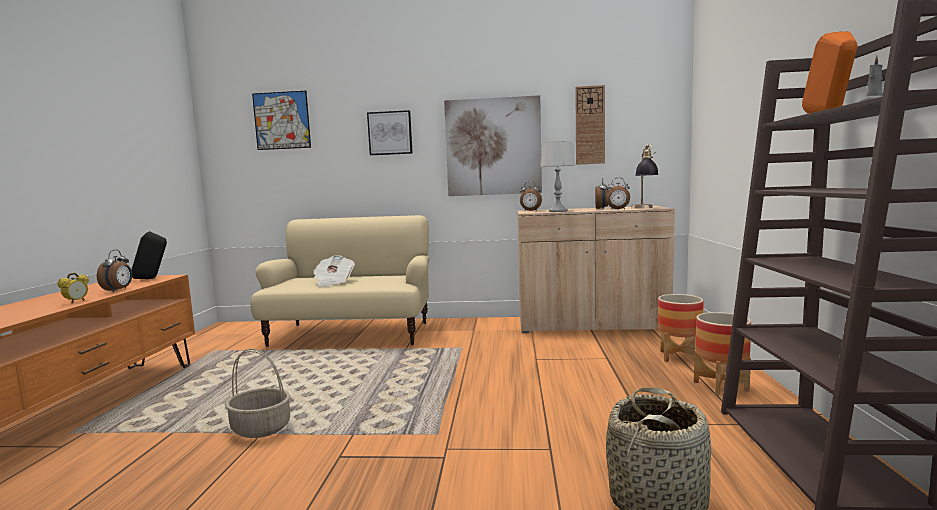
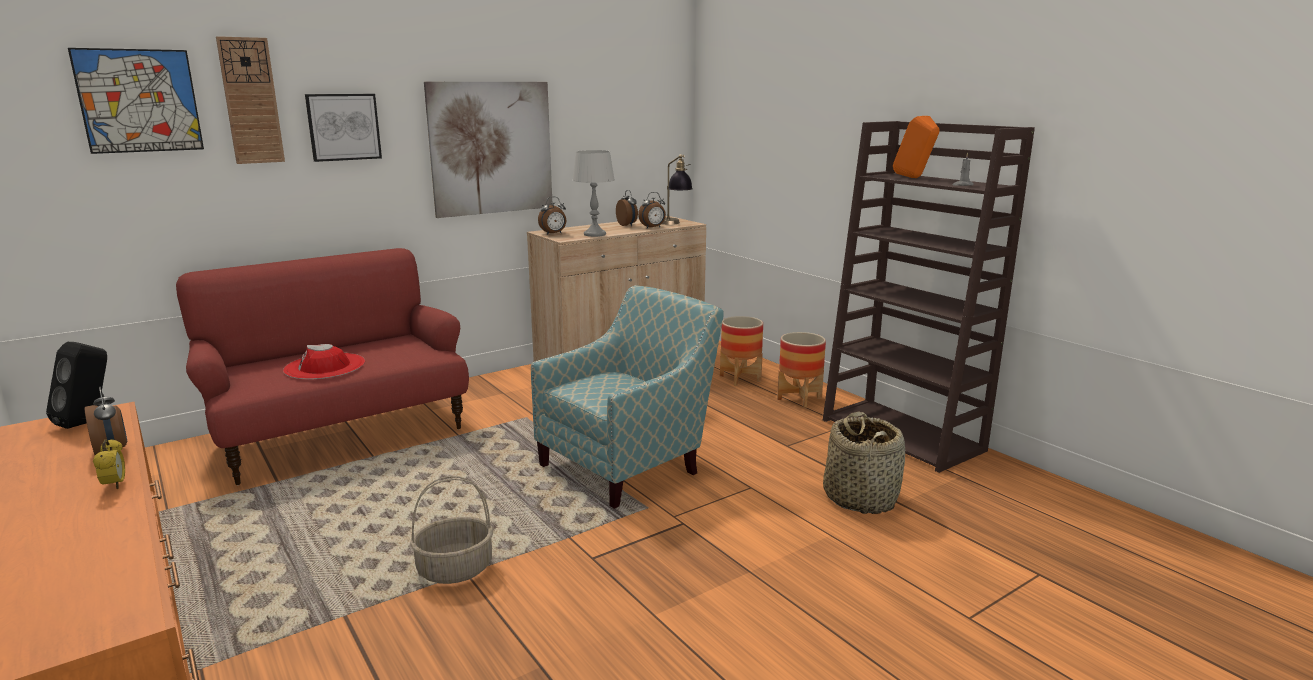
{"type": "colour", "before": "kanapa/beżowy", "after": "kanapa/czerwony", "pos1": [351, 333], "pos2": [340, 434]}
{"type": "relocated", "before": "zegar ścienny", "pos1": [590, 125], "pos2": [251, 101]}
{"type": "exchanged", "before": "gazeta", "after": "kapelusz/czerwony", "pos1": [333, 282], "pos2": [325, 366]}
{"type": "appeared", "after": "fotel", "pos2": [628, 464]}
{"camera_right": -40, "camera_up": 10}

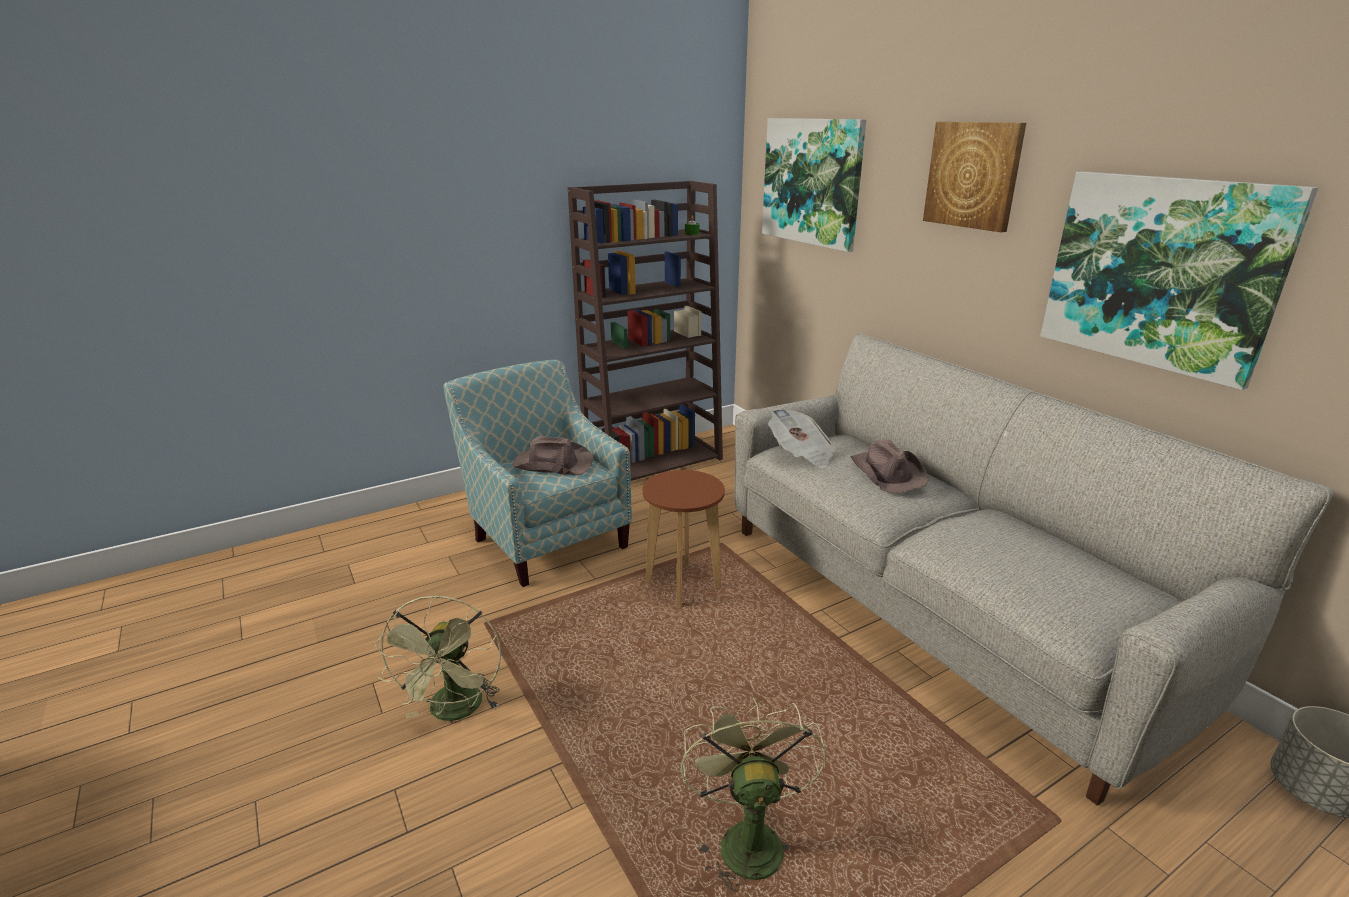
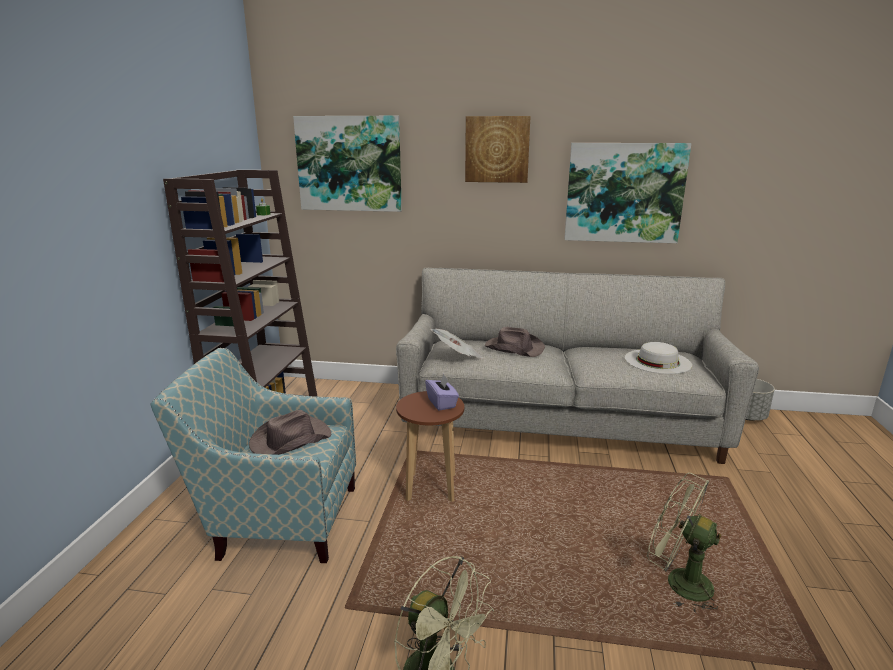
{"type": "appeared", "after": "pudełko chusteczek/fioletowy", "pos2": [442, 403]}
{"type": "appeared", "after": "kapelusz/biały", "pos2": [657, 361]}
{"camera_right": -50, "camera_up": -5}

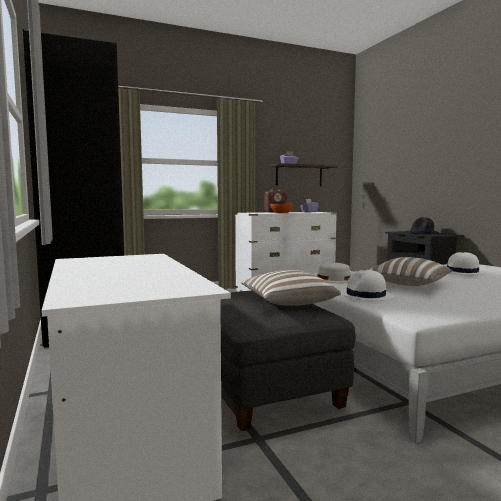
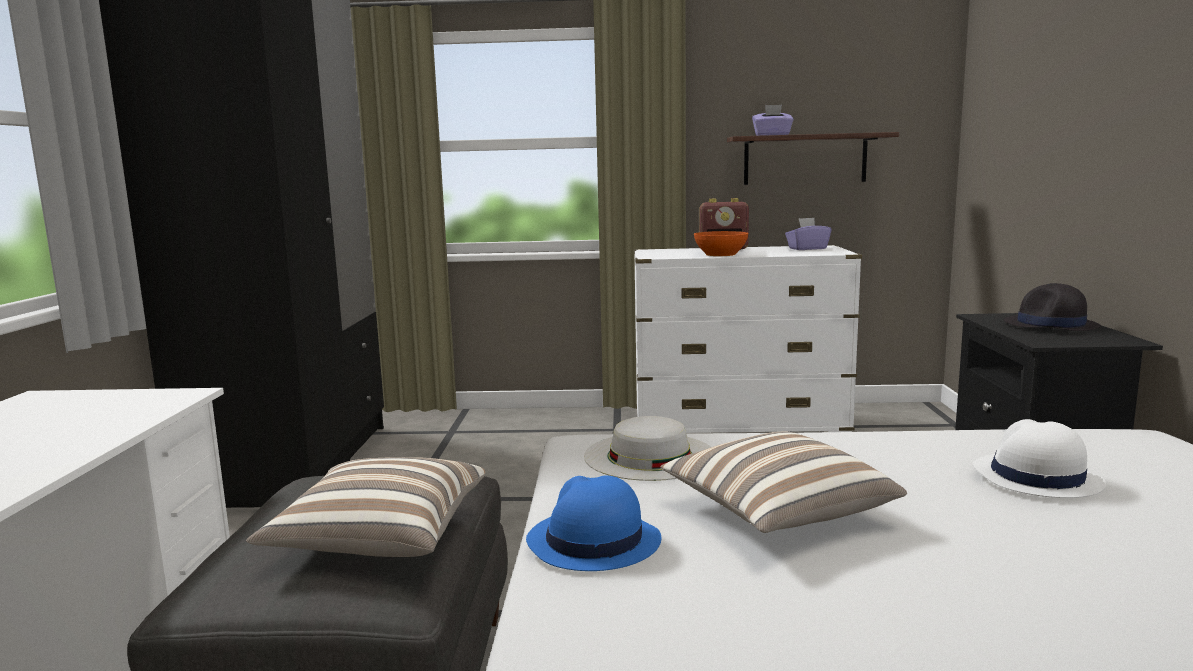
{"type": "colour", "before": "kapelusz/biały", "after": "kapelusz/niebieski", "pos1": [365, 296], "pos2": [593, 542]}
{"camera_right": 25, "camera_up": 5}

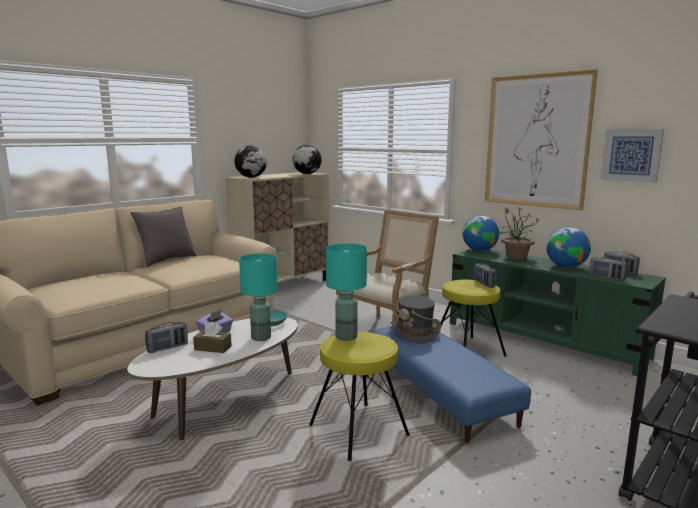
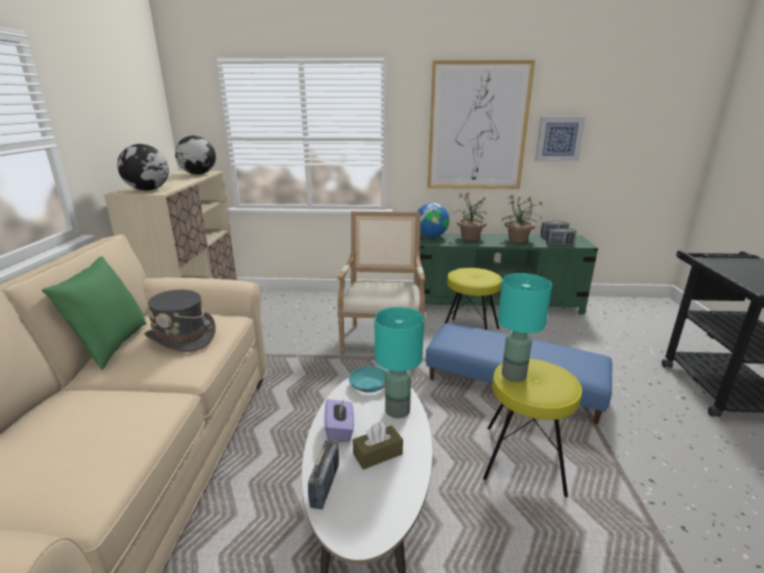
{"type": "colour", "before": "poduszka/szary", "after": "poduszka/zielony", "pos1": [166, 260], "pos2": [111, 346]}
{"type": "relocated", "before": "kapelusz/szary", "pos1": [415, 332], "pos2": [182, 337]}
{"type": "exchanged", "before": "globus", "after": "roślina doniczkowa", "pos1": [566, 267], "pos2": [518, 240]}
{"type": "missing", "before": "radio", "pos1": [484, 284]}
{"camera_right": -40, "camera_up": 10}

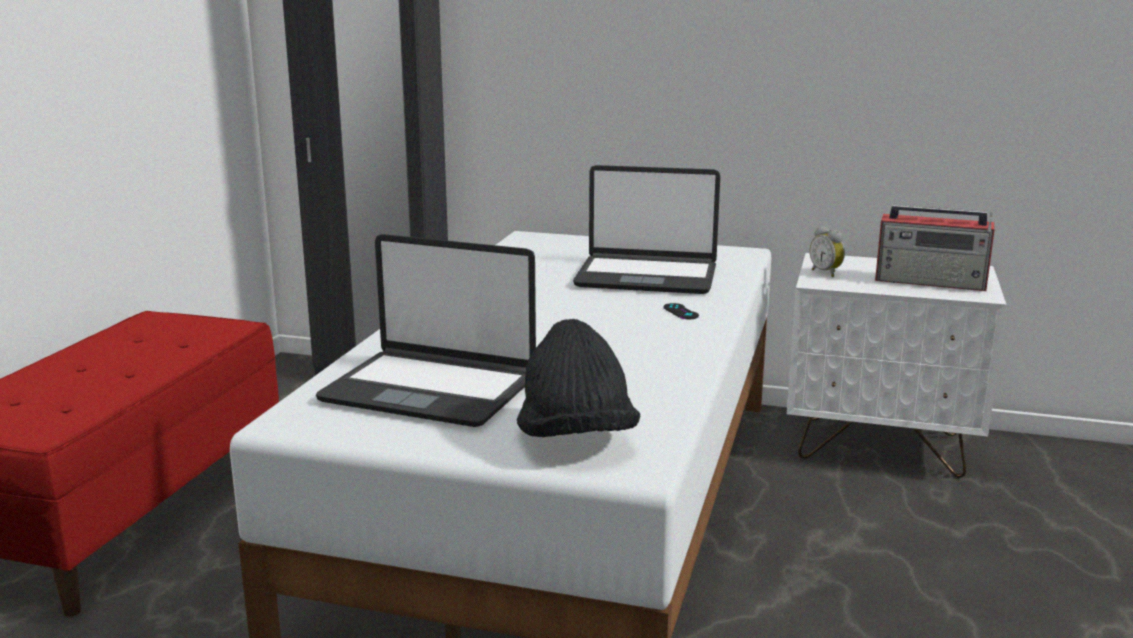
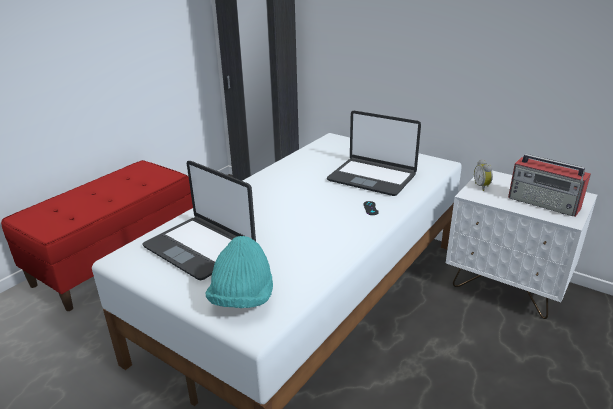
{"type": "colour", "before": "kapelusz/czarny", "after": "kapelusz/turkusowy", "pos1": [576, 439], "pos2": [242, 299]}
{"camera_right": 20, "camera_up": 10}

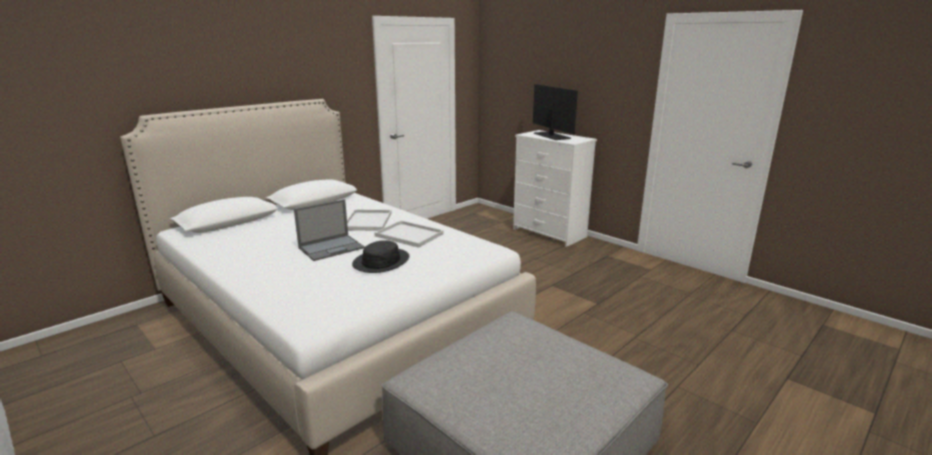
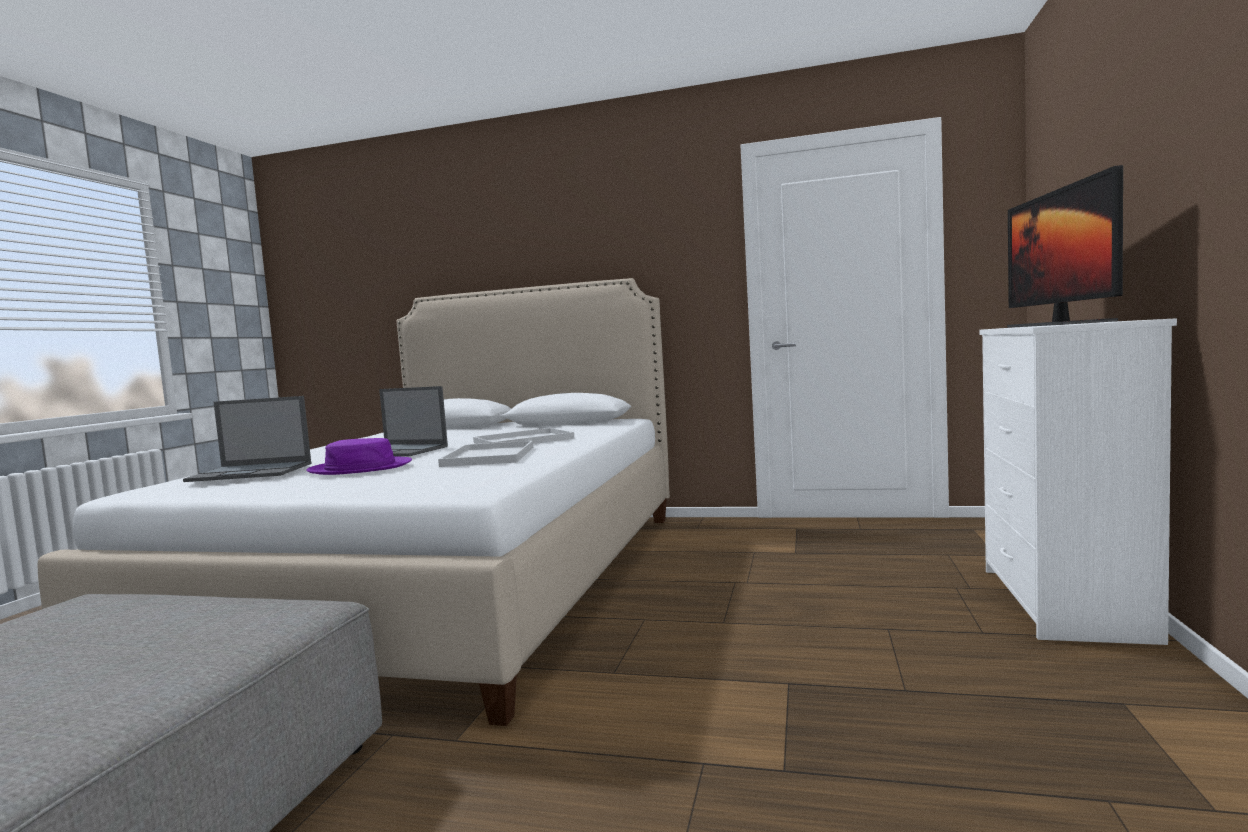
{"type": "appeared", "after": "laptop", "pos2": [252, 472]}
{"type": "colour", "before": "kapelusz/czarny", "after": "kapelusz/fioletowy", "pos1": [381, 261], "pos2": [360, 468]}
{"type": "spun", "before": "monitor", "pos1": [551, 136], "pos2": [1058, 324], "turn": 150}
{"camera_right": 60, "camera_up": -15}

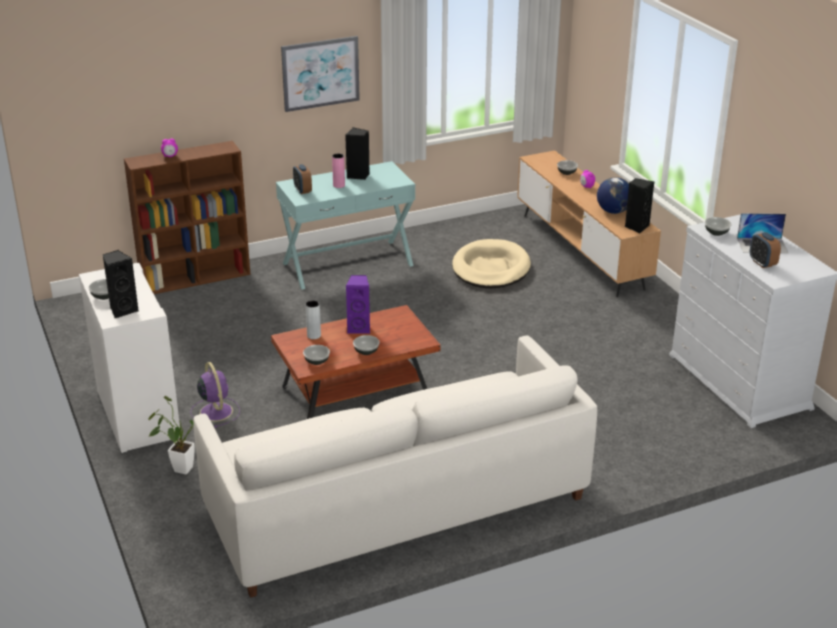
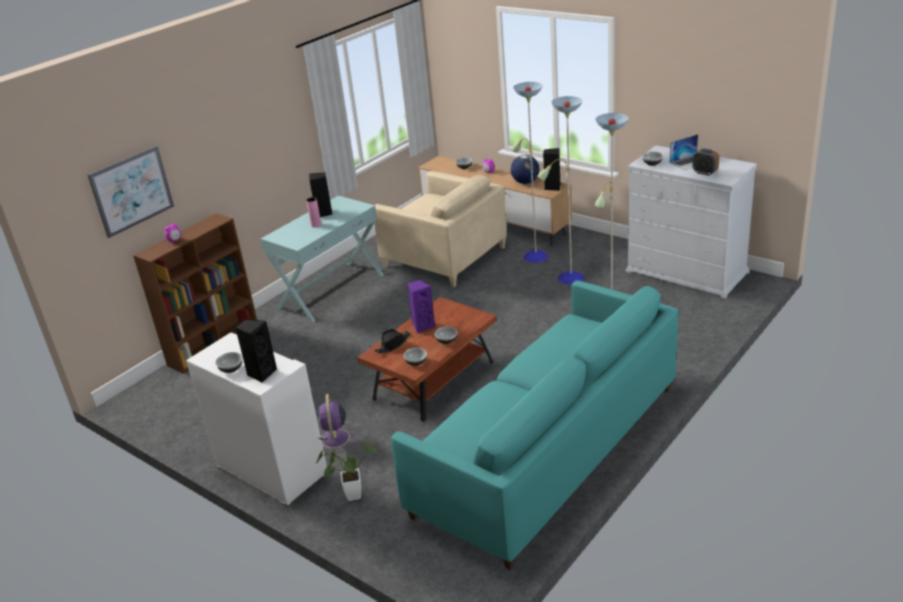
{"type": "relocated", "before": "obraz", "pos1": [320, 73], "pos2": [131, 191]}
{"type": "spun", "before": "wentylator/fioletowy", "pos1": [215, 411], "pos2": [335, 439], "turn": -135}
{"type": "exchanged", "before": "legowisko/beżowy", "after": "fotel/beżowy", "pos1": [491, 268], "pos2": [444, 257]}
{"type": "exchanged", "before": "wazon/szary", "after": "kapelusz/czarny", "pos1": [314, 335], "pos2": [393, 344]}
{"type": "colour", "before": "kanapa/biały", "after": "kanapa/turkusowy", "pos1": [396, 505], "pos2": [548, 449]}
{"type": "appeared", "after": "lampa stojąca", "pos2": [569, 278]}
{"type": "missing", "before": "budzik", "pos1": [302, 190]}
{"camera_right": -25, "camera_up": 0}

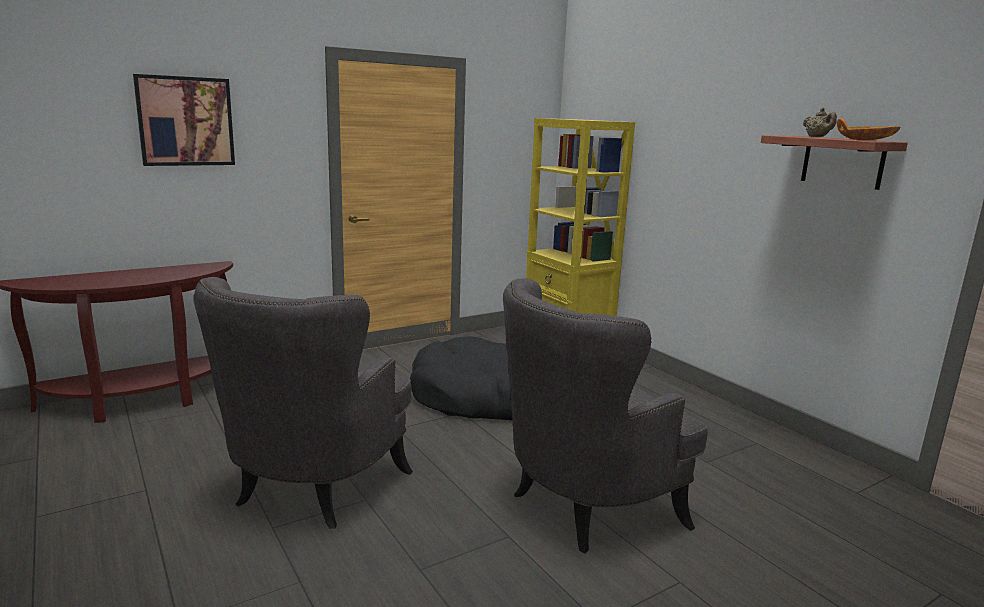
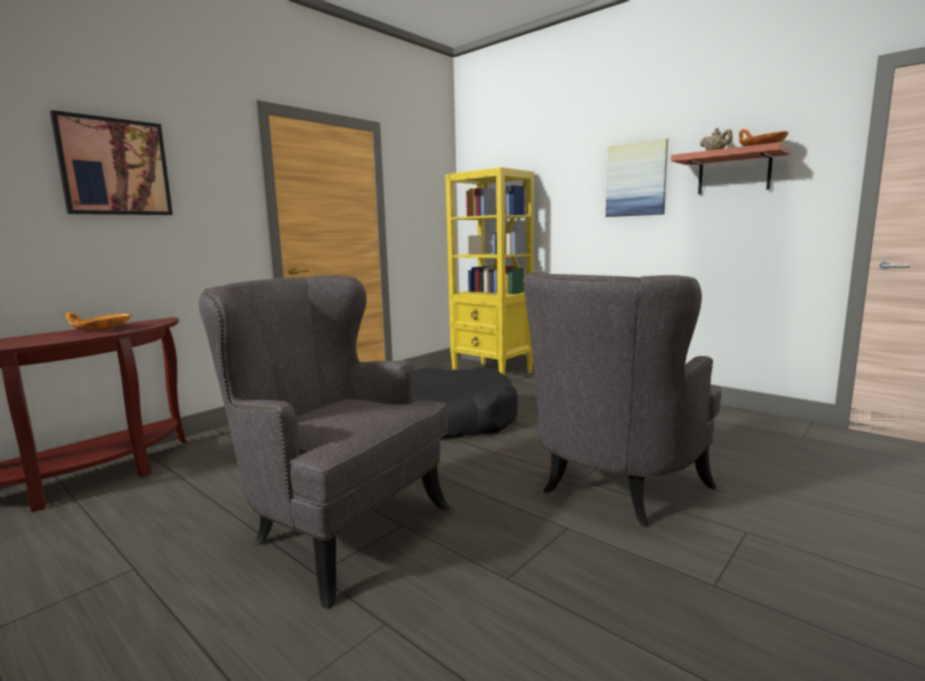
{"type": "appeared", "after": "miska/pomarańczowy", "pos2": [101, 329]}
{"type": "spun", "before": "fotel/szary", "pos1": [311, 490], "pos2": [338, 528], "turn": 120}
{"type": "appeared", "after": "obraz", "pos2": [636, 179]}
{"camera_right": -15, "camera_up": -5}

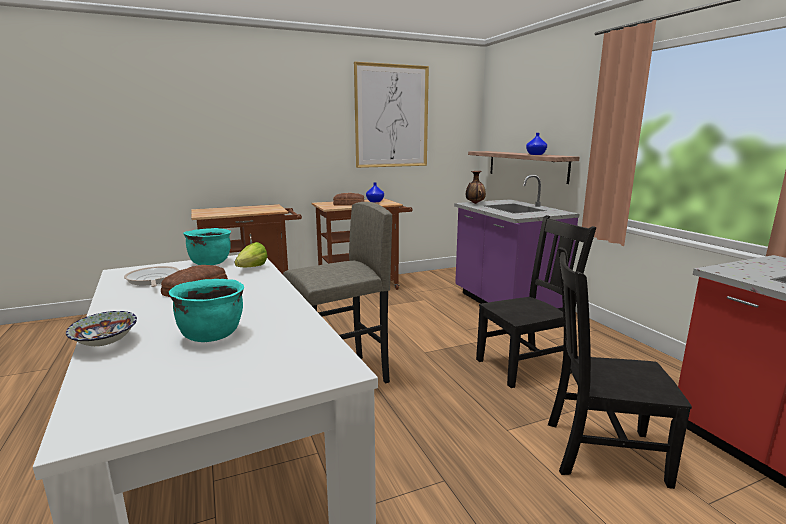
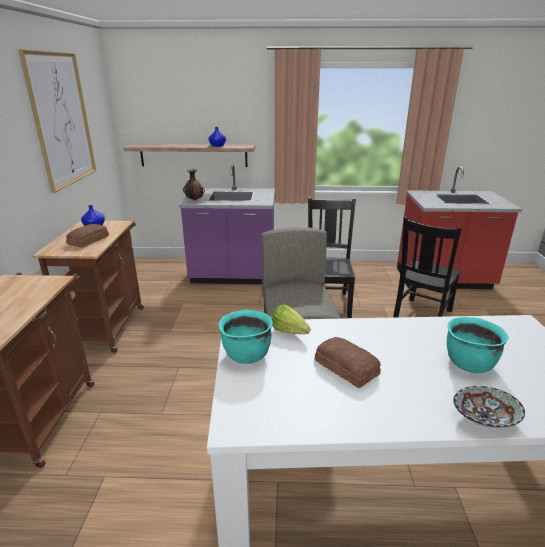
{"type": "missing", "before": "patelnia", "pos1": [152, 280]}
{"camera_right": -65, "camera_up": 10}

